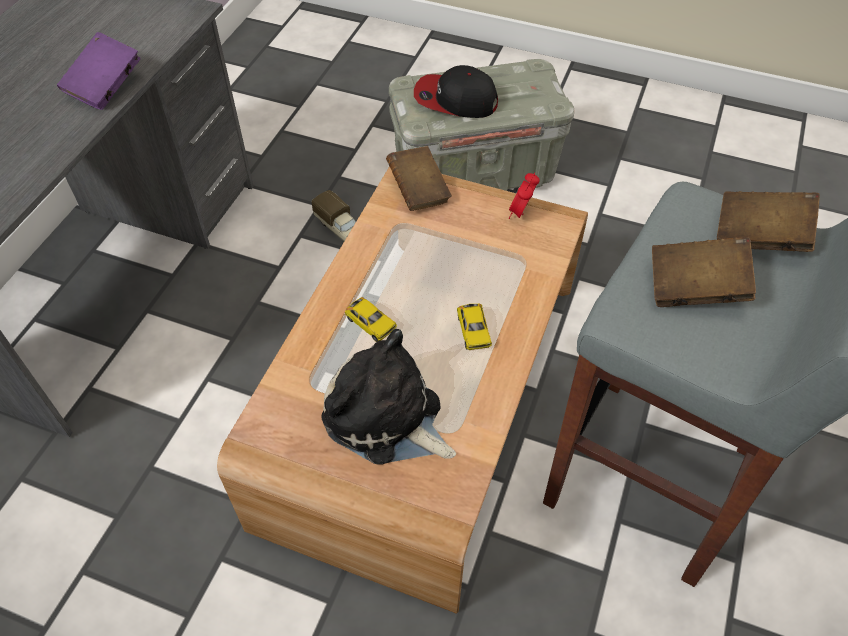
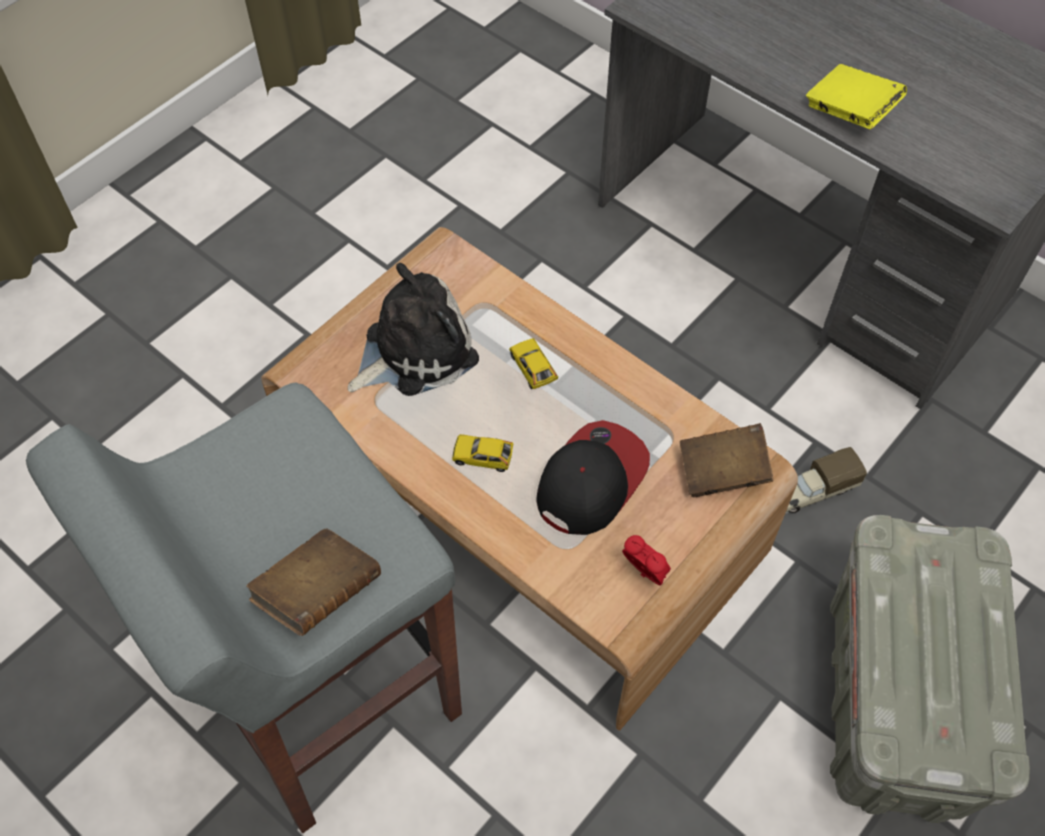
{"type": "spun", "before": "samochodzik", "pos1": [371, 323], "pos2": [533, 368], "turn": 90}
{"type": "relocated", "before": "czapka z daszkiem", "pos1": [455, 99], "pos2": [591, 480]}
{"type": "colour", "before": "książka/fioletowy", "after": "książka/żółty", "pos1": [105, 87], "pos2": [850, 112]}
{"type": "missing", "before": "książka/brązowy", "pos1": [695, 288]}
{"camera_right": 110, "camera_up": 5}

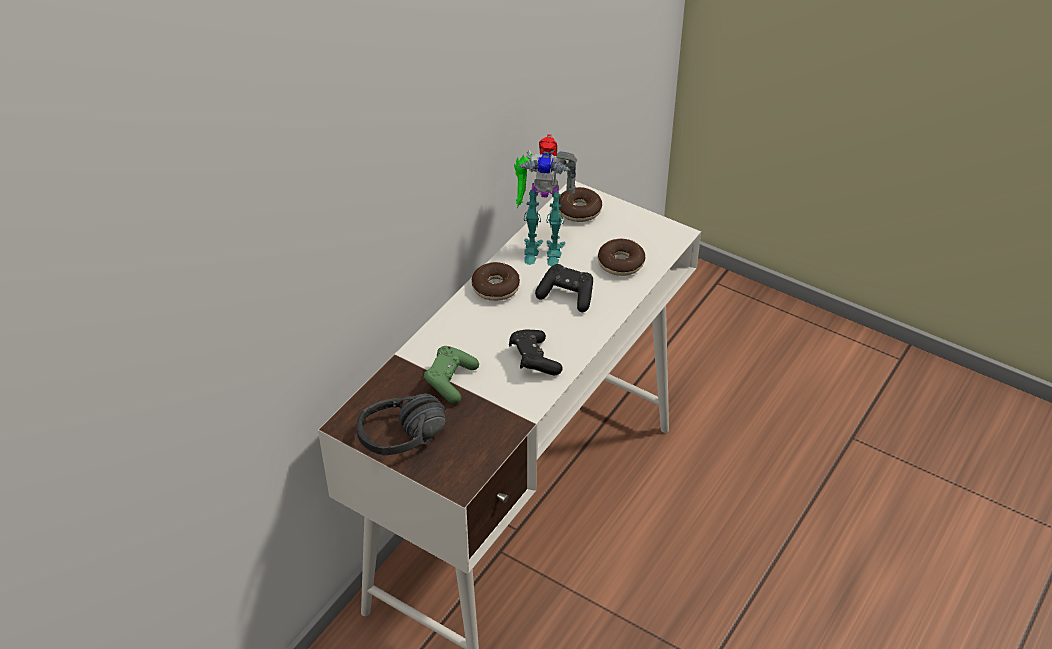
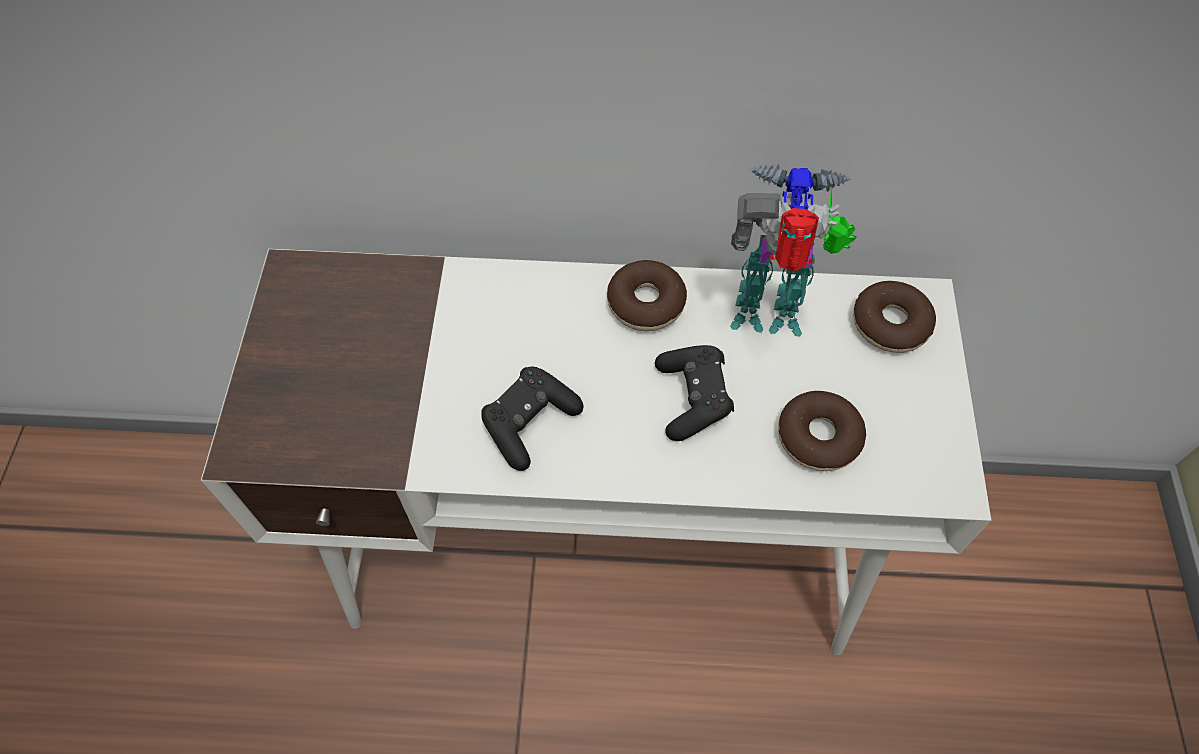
{"type": "spun", "before": "robot zabawkowy", "pos1": [541, 247], "pos2": [770, 316], "turn": 120}
{"type": "missing", "before": "słuchawki/czarny", "pos1": [408, 445]}
{"type": "missing", "before": "pad do gier/zielony", "pos1": [450, 381]}
{"camera_right": 60, "camera_up": 15}

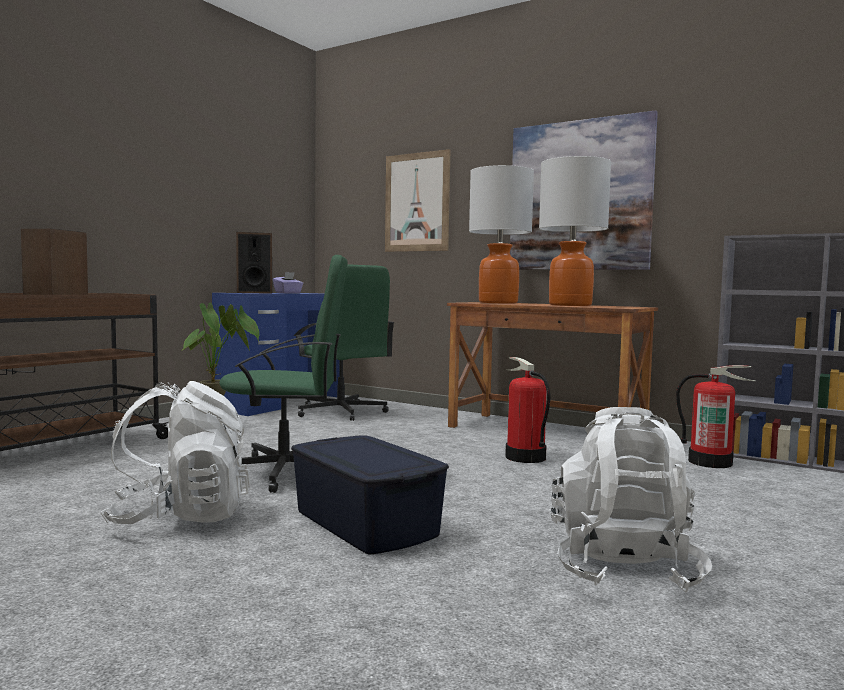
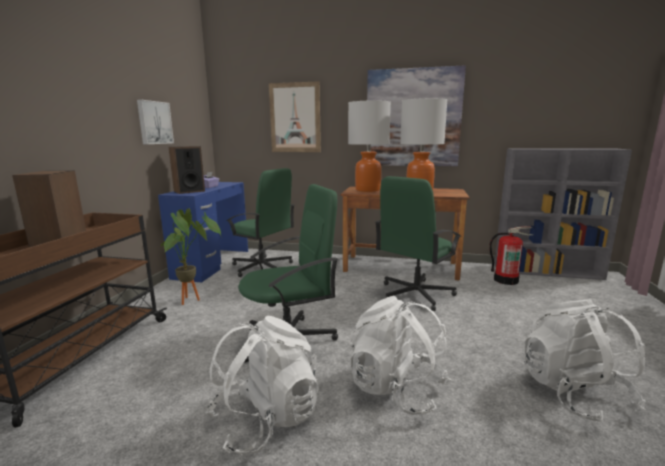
{"type": "appeared", "after": "obraz", "pos2": [154, 122]}
{"type": "exchanged", "before": "pojemnik do przechowywania/niebieski", "after": "plecak/biały", "pos1": [364, 523], "pos2": [396, 389]}
{"type": "exchanged", "before": "gaśnica", "after": "krzesło biurowe/zielony", "pos1": [524, 457], "pos2": [415, 294]}
{"camera_right": -20, "camera_up": 10}

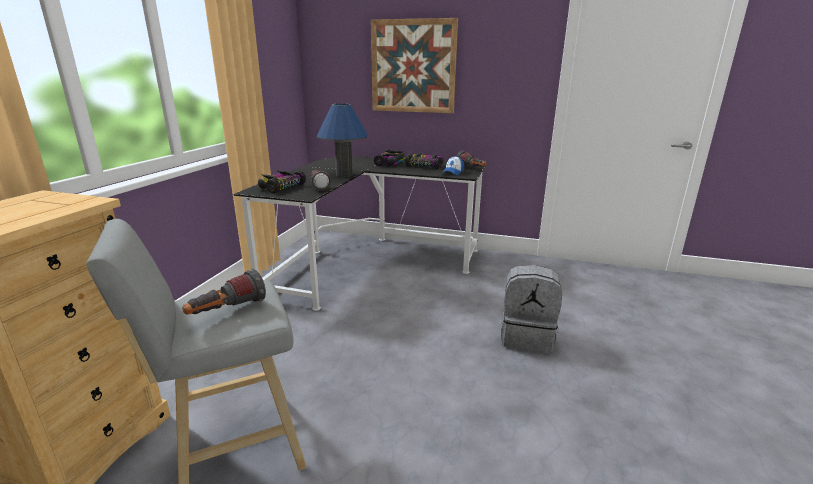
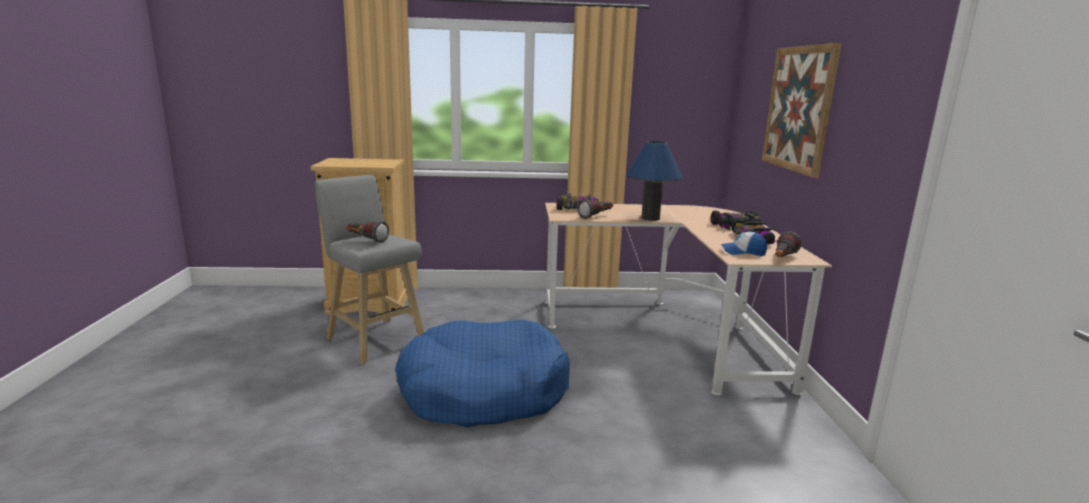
{"type": "appeared", "after": "legowisko/niebieski", "pos2": [483, 391]}
{"type": "colour", "before": "biurko/czarny", "after": "biurko/beżowy", "pos1": [368, 261], "pos2": [669, 331]}
{"type": "missing", "before": "plecak/szary", "pos1": [527, 337]}
{"camera_right": 70, "camera_up": -5}

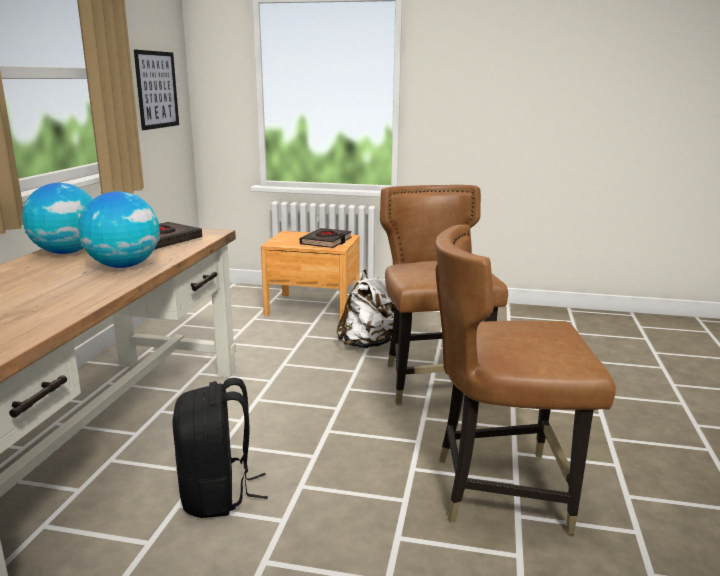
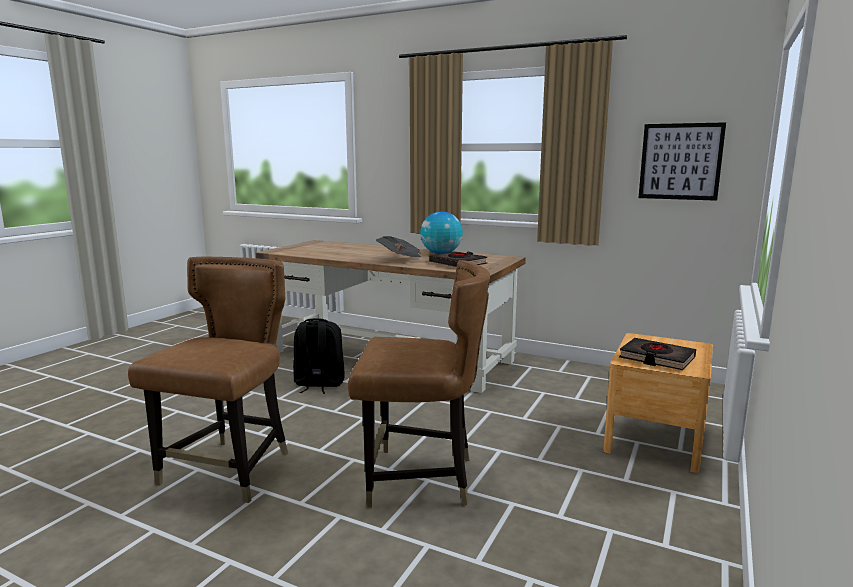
{"type": "exchanged", "before": "globus", "after": "gazeta", "pos1": [124, 266], "pos2": [401, 260]}
{"type": "missing", "before": "plecak/biały", "pos1": [369, 344]}
{"camera_right": 105, "camera_up": -5}

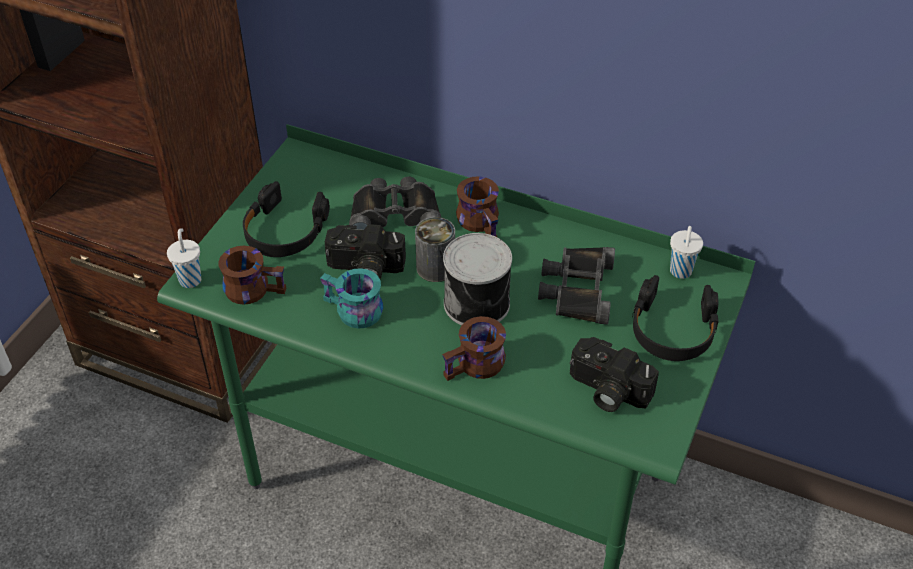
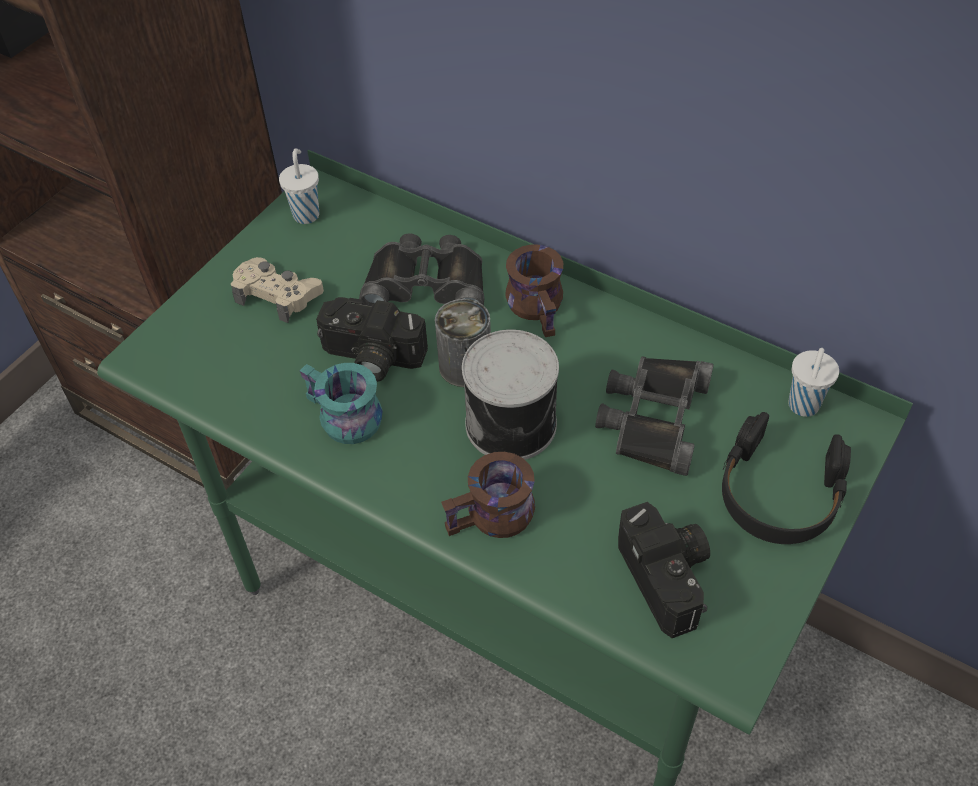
{"type": "exchanged", "before": "słuchawki/czarny", "after": "pad do gier/beżowy", "pos1": [284, 231], "pos2": [277, 295]}
{"type": "relocated", "before": "filiżanka/biały", "pos1": [190, 279], "pos2": [306, 214]}
{"type": "spun", "before": "aparat fotograficzny", "pos1": [606, 391], "pos2": [670, 577], "turn": -150}
{"type": "missing", "before": "kubek/brązowy", "pos1": [254, 287]}
{"camera_right": 10, "camera_up": 5}

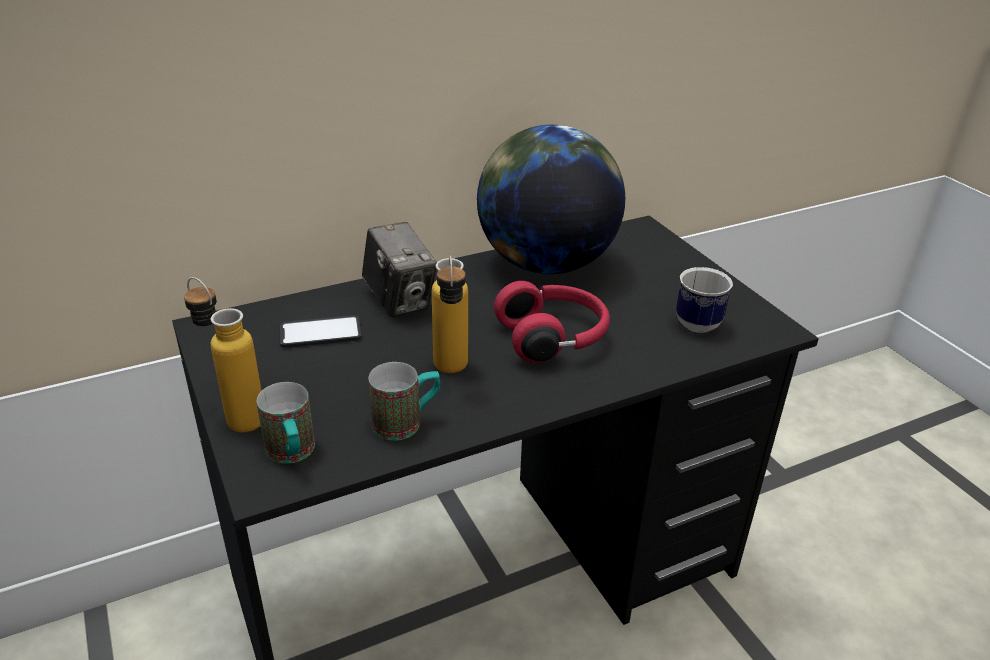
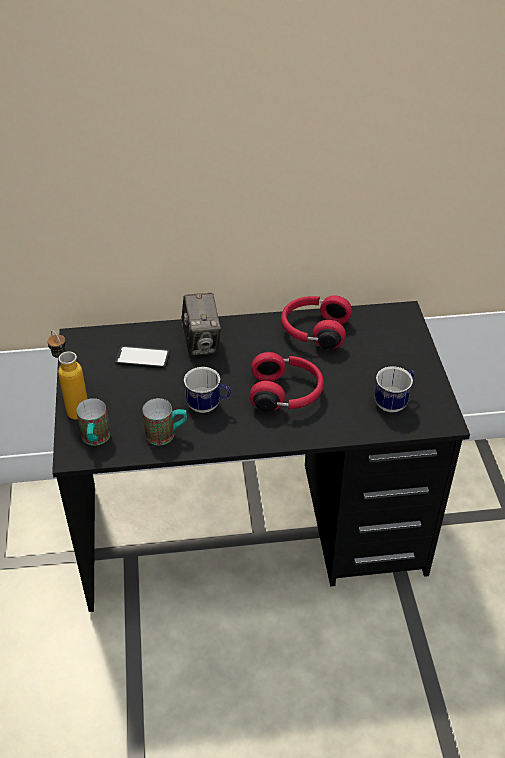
{"type": "exchanged", "before": "butelka", "after": "kubek", "pos1": [451, 373], "pos2": [208, 406]}
{"type": "exchanged", "before": "globus", "after": "słuchawki/czerwony", "pos1": [545, 263], "pos2": [314, 331]}
{"camera_right": 20, "camera_up": 10}

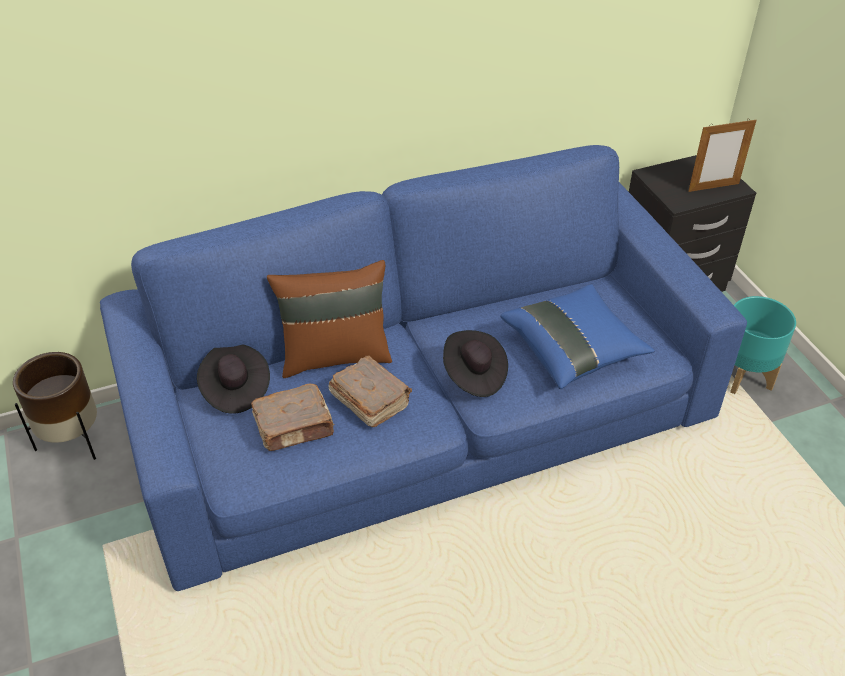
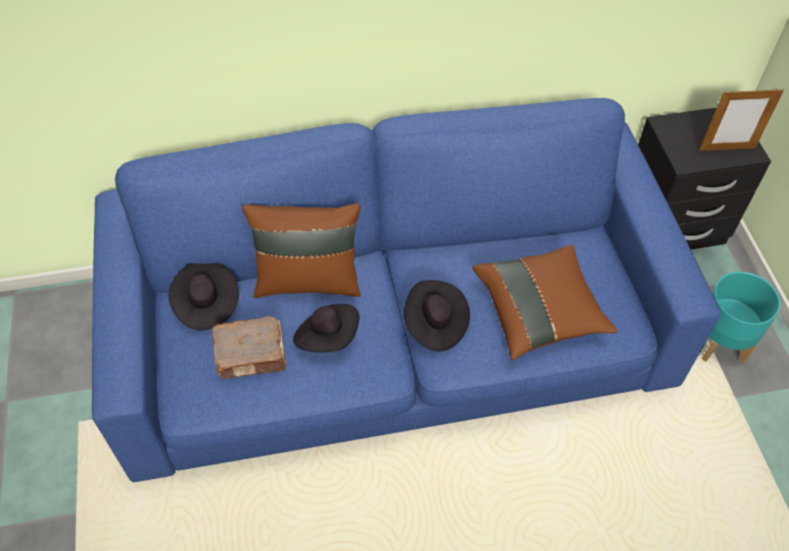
{"type": "exchanged", "before": "książka/brązowy", "after": "kapelusz/czarny", "pos1": [370, 400], "pos2": [328, 337]}
{"type": "colour", "before": "poduszka/niebieski", "after": "poduszka/brązowy", "pos1": [573, 350], "pos2": [539, 312]}
{"type": "missing", "before": "donica/brązowy", "pos1": [73, 440]}
{"camera_right": 10, "camera_up": 10}

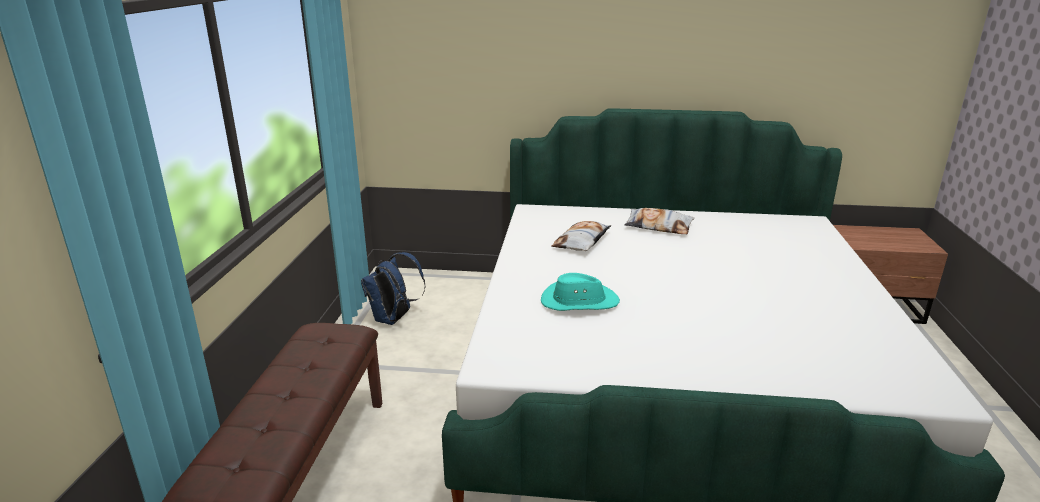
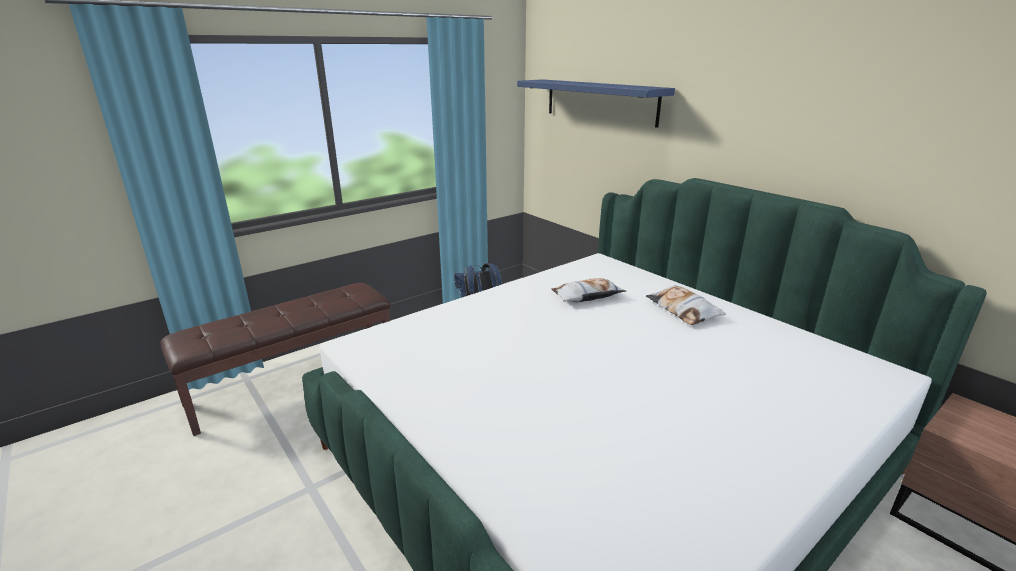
{"type": "appeared", "after": "półka/niebieski", "pos2": [600, 101]}
{"type": "missing", "before": "kapelusz/turkusowy", "pos1": [579, 301]}
{"camera_right": 45, "camera_up": 0}

